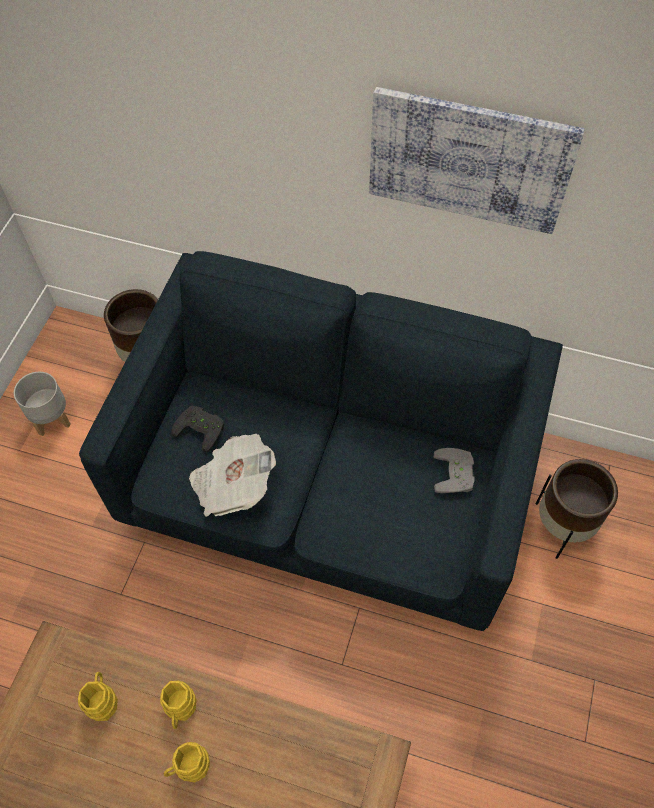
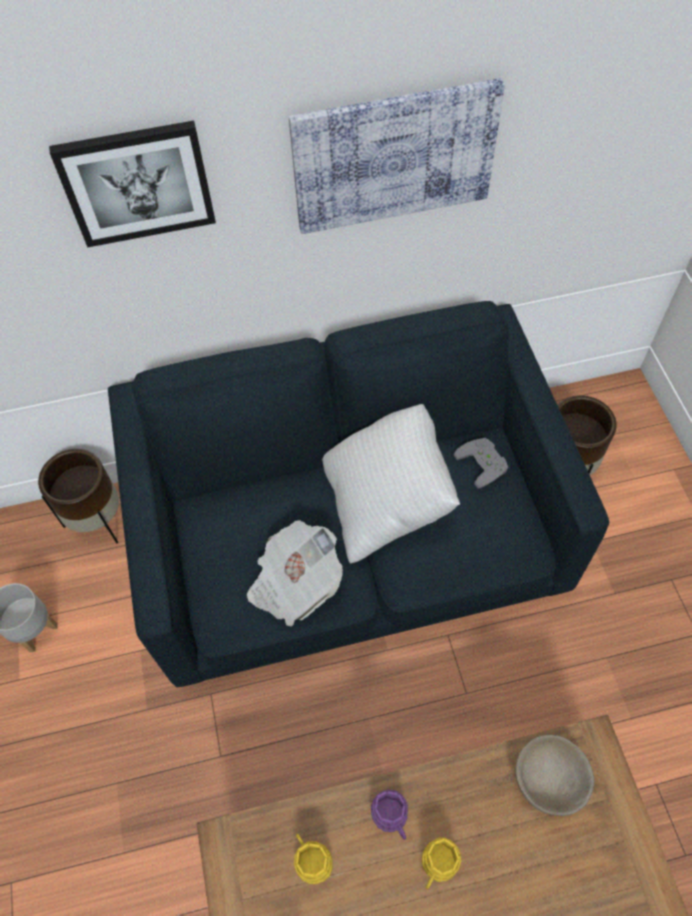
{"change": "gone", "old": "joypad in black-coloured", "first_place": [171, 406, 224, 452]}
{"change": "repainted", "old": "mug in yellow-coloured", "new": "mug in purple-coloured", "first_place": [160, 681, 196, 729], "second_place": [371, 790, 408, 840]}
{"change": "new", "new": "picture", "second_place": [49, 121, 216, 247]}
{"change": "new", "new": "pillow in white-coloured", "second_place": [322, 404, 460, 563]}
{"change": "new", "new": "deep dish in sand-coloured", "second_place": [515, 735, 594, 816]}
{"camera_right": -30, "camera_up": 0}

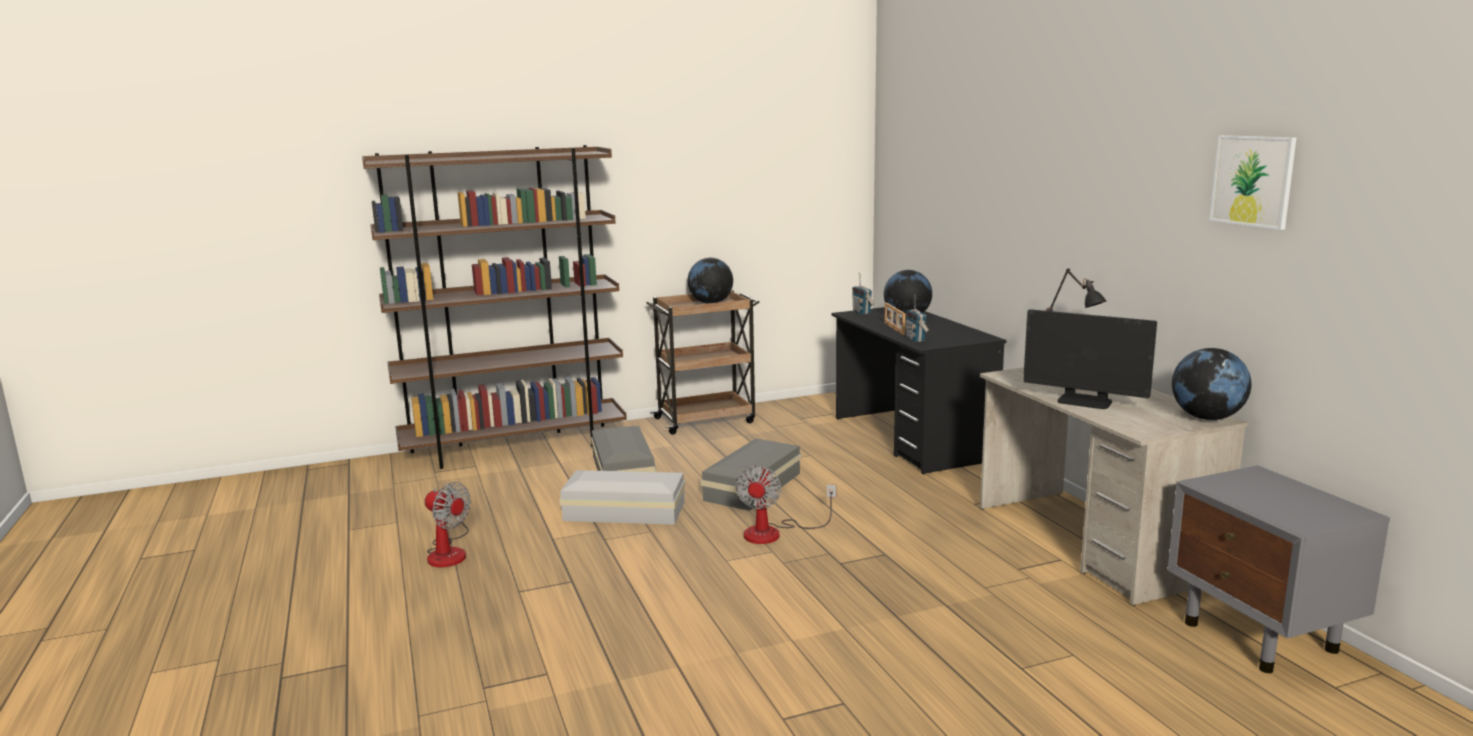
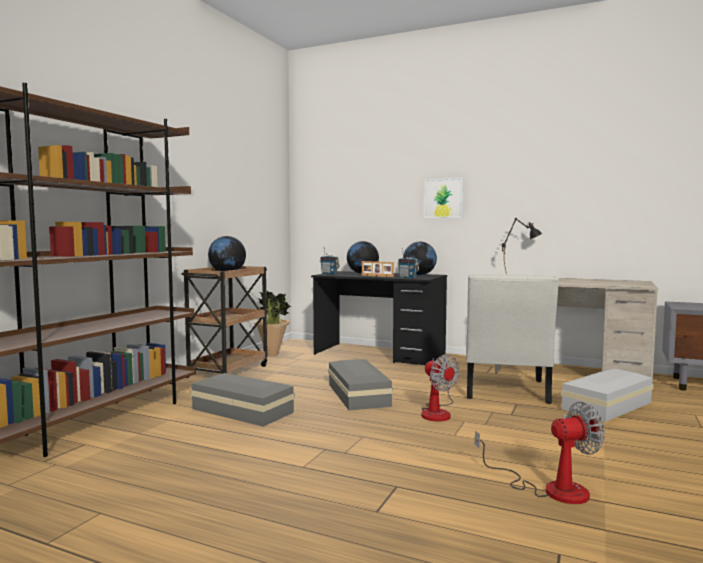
{"change": "shifted", "old": "picture", "first_place": [1209, 135, 1296, 230], "second_place": [424, 178, 463, 218]}
{"change": "gone", "old": "computer screen", "first_place": [1023, 309, 1157, 409]}
{"change": "shifted", "old": "globe", "first_place": [1172, 348, 1251, 420], "second_place": [403, 242, 437, 275]}
{"change": "shifted", "old": "storage container in white-coloured", "first_place": [559, 470, 685, 525], "second_place": [561, 369, 654, 422]}
{"change": "shifted", "old": "cooling fan", "first_place": [425, 482, 471, 567], "second_place": [475, 402, 605, 504]}
{"change": "new", "new": "upright chair in white-coloured", "second_place": [466, 274, 559, 404]}
{"change": "new", "new": "houseplant", "second_place": [254, 290, 291, 356]}
{"camera_right": -45, "camera_up": -10}

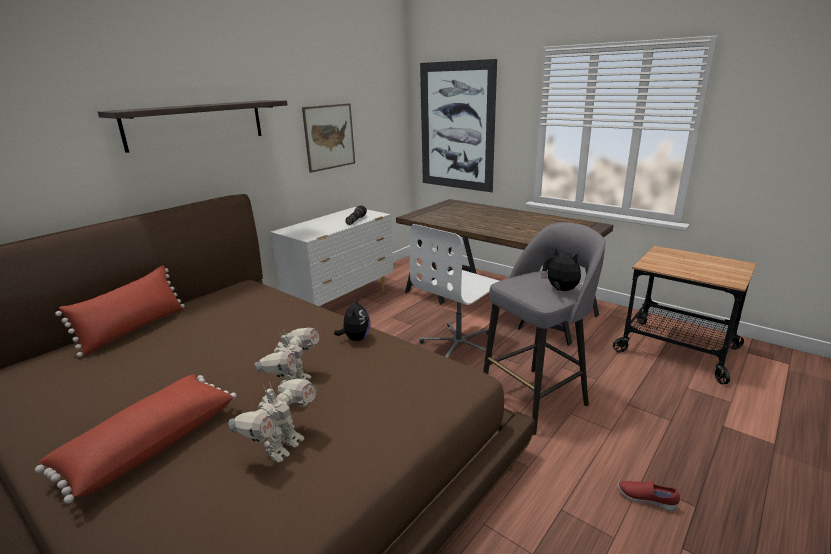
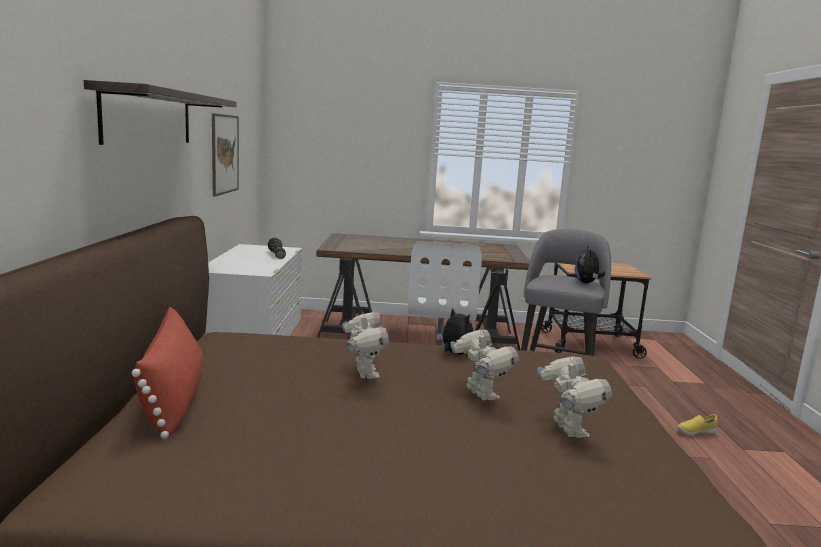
{"change": "gone", "old": "picture", "first_place": [420, 59, 497, 192]}
{"change": "rotated", "old": "soft toy", "first_place": [542, 248, 581, 291], "second_place": [574, 245, 605, 283], "degrees": -90}
{"change": "gone", "old": "pillow in reddish", "first_place": [35, 374, 236, 504]}
{"change": "repainted", "old": "low shoe in reddish", "new": "low shoe in yellow-coloured", "first_place": [618, 481, 680, 511], "second_place": [677, 414, 718, 436]}
{"change": "new", "new": "model robot", "second_place": [342, 311, 390, 379]}
{"camera_right": -40, "camera_up": -10}

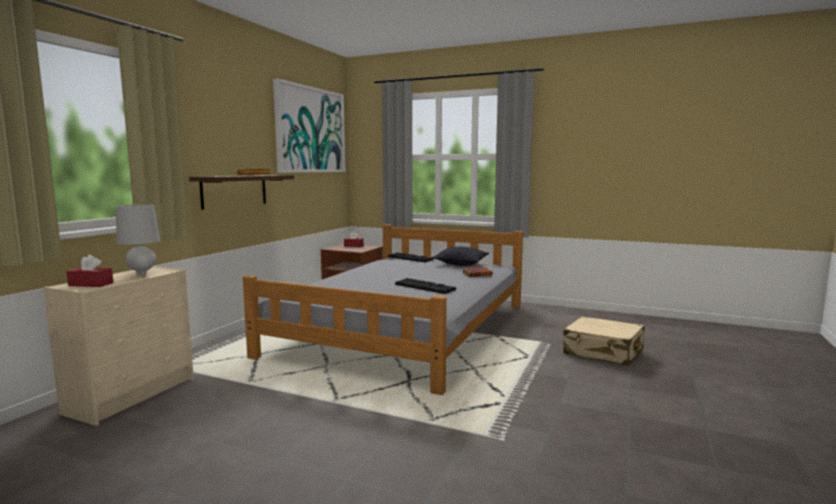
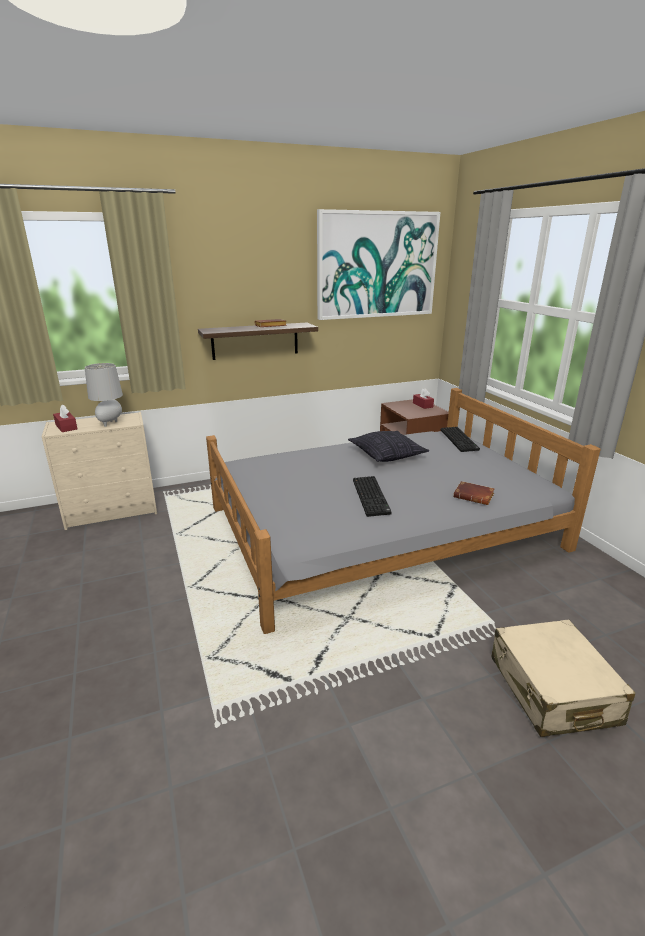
{"change": "shifted", "old": "pillow", "first_place": [432, 247, 489, 266], "second_place": [348, 431, 429, 462]}
{"camera_right": 45, "camera_up": 15}

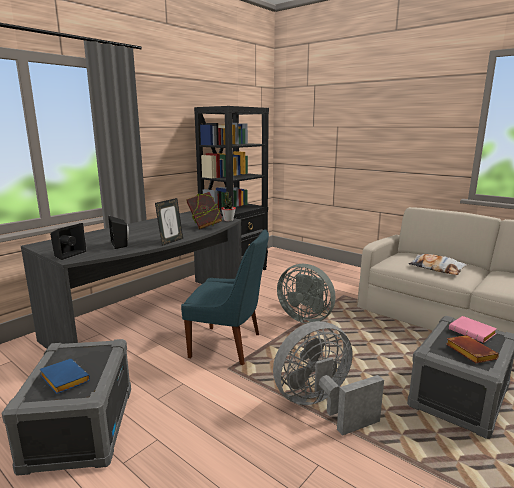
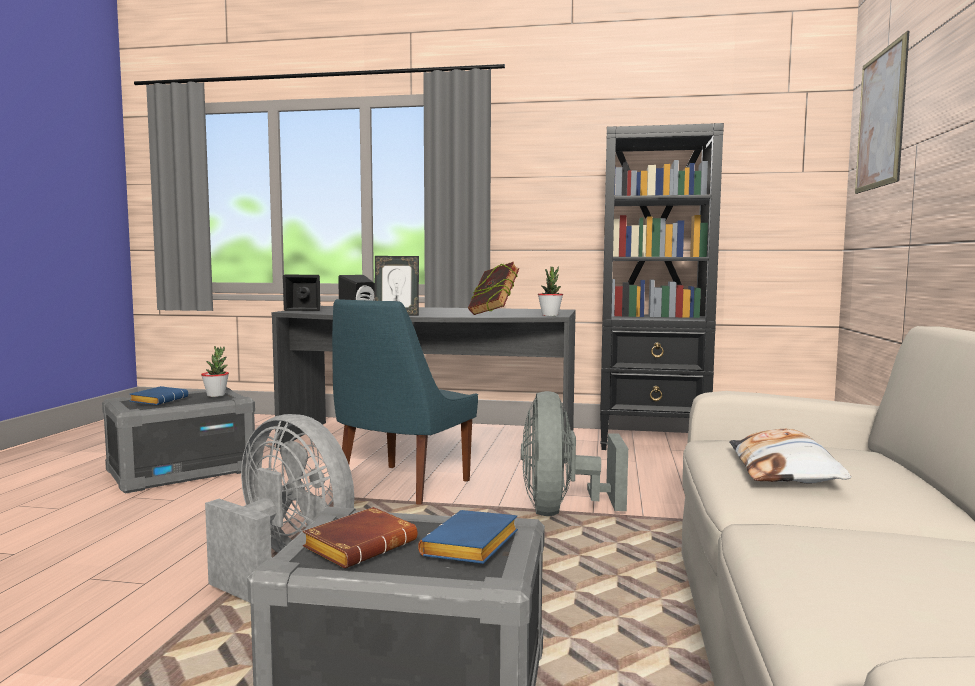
{"change": "rotated", "old": "upright chair in blue", "first_place": [181, 229, 269, 365], "second_place": [332, 299, 478, 505], "degrees": 45}
{"change": "repainted", "old": "volume in pink", "new": "volume in blue", "first_place": [449, 316, 497, 343], "second_place": [418, 510, 518, 564]}
{"change": "new", "new": "picture", "second_place": [855, 31, 909, 194]}
{"change": "new", "new": "houseplant", "second_place": [201, 346, 229, 397]}
{"camera_right": 60, "camera_up": -10}

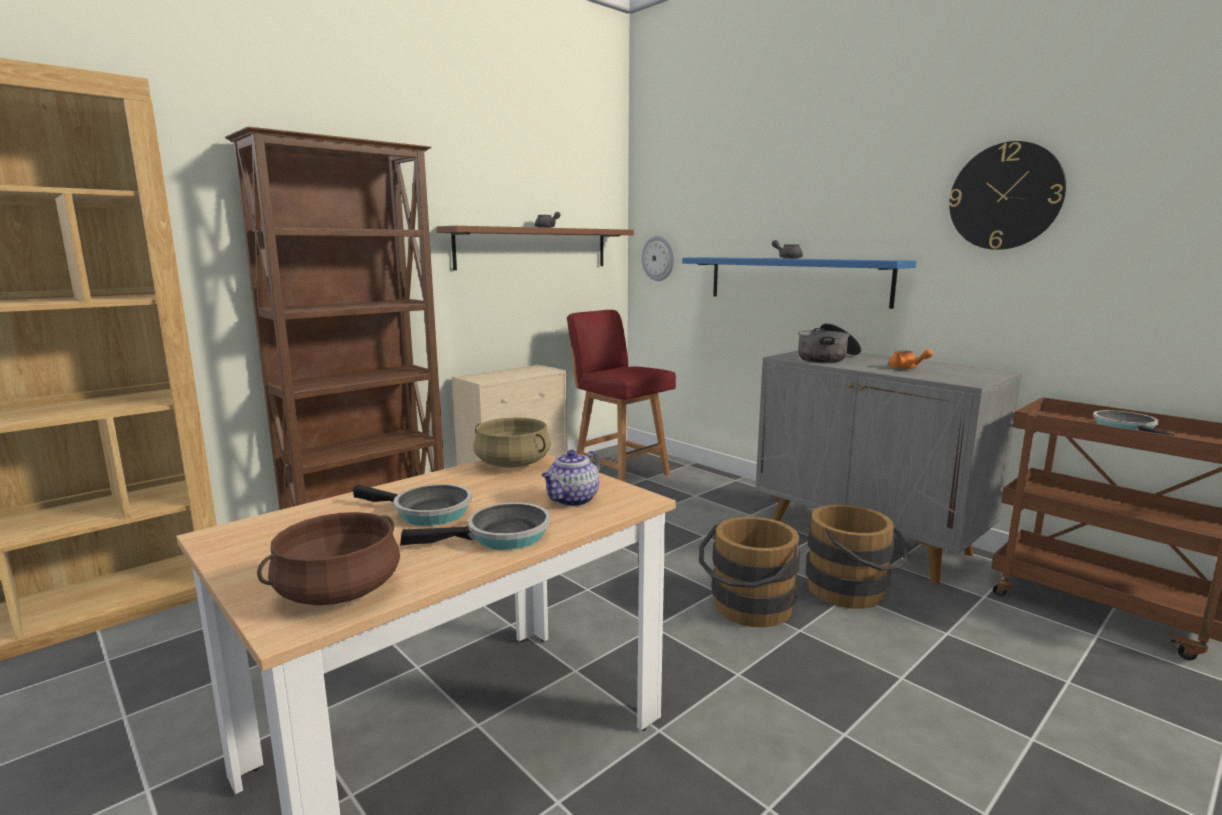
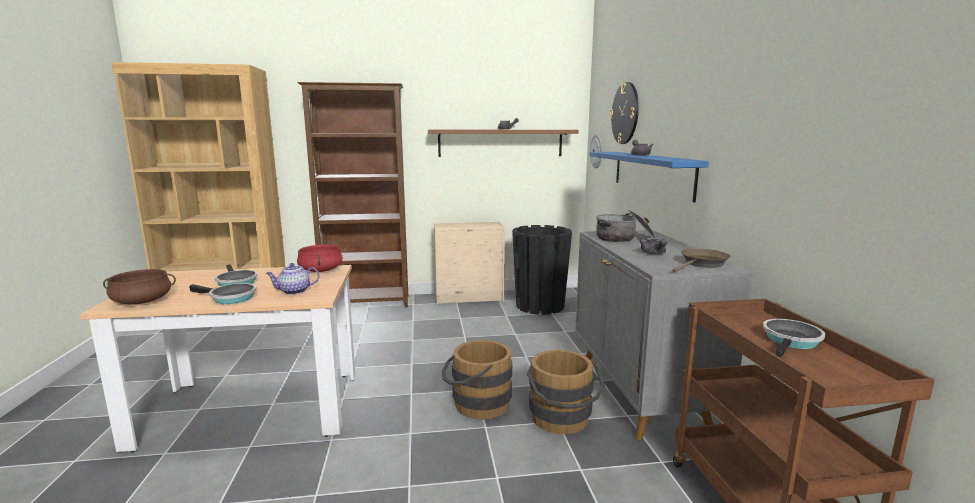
{"change": "shifted", "old": "wall clock", "first_place": [949, 141, 1066, 250], "second_place": [610, 82, 639, 144]}
{"change": "swapped", "old": "upright chair in reddish", "new": "plant pot in black-coloured", "first_place": [567, 310, 676, 482], "second_place": [512, 225, 572, 315]}
{"change": "repainted", "old": "pot for tea in orange", "new": "pot for tea in grey", "first_place": [888, 349, 933, 369], "second_place": [639, 238, 667, 255]}
{"change": "repainted", "old": "stockpot in sand-coloured", "new": "stockpot in reddish", "first_place": [473, 417, 551, 468], "second_place": [297, 245, 343, 272]}
{"change": "new", "new": "frying pan in brown-coloured", "second_place": [672, 248, 731, 272]}
{"camera_right": 35, "camera_up": 0}

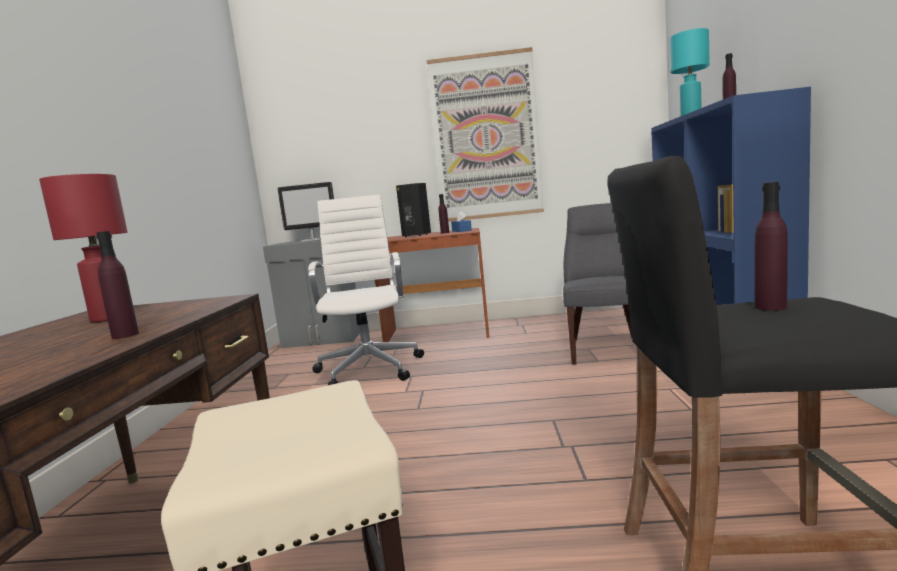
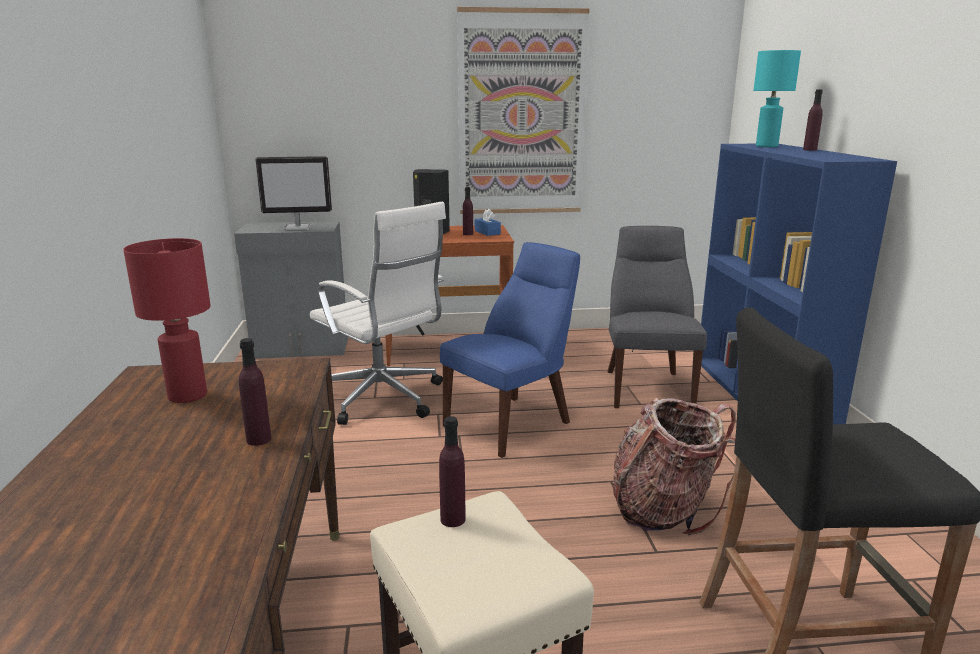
{"change": "shifted", "old": "beverage bottle in purple-coloured", "first_place": [754, 182, 788, 311], "second_place": [439, 416, 466, 527]}
{"change": "rotated", "old": "computer chair in white-coloured", "first_place": [308, 195, 424, 385], "second_place": [310, 202, 446, 425], "degrees": 150}
{"change": "new", "new": "upright chair in blue", "second_place": [440, 242, 580, 458]}
{"change": "new", "new": "knapsack", "second_place": [612, 398, 736, 536]}
{"camera_right": -10, "camera_up": 10}

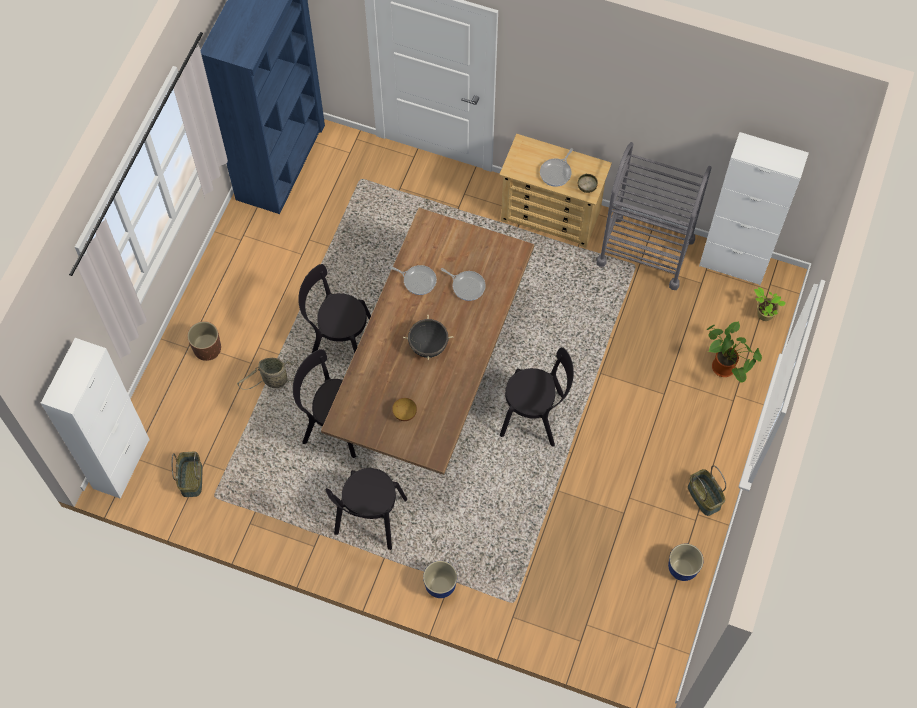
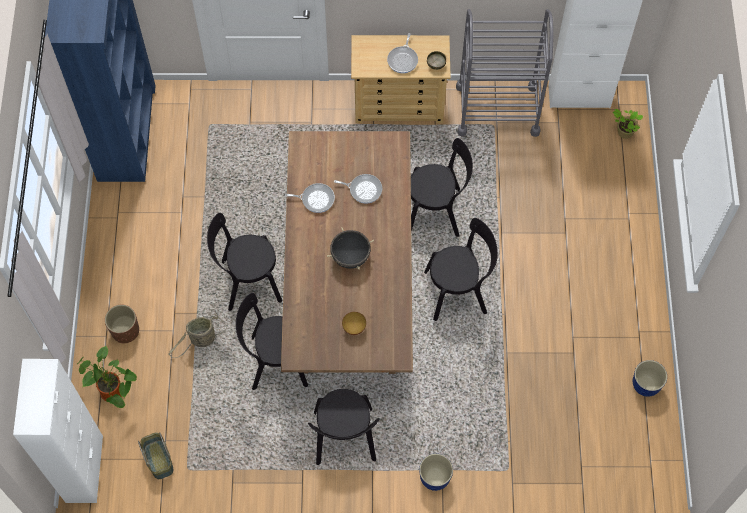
{"change": "shifted", "old": "houseplant", "first_place": [706, 321, 762, 383], "second_place": [77, 345, 137, 408]}
{"change": "gone", "old": "basket", "first_place": [688, 465, 726, 516]}
{"change": "new", "new": "upright chair in black-coloured", "second_place": [411, 138, 473, 237]}
{"camera_right": -20, "camera_up": 0}

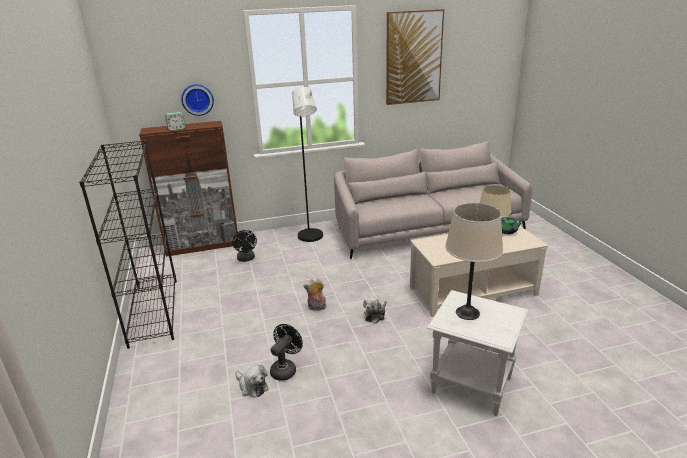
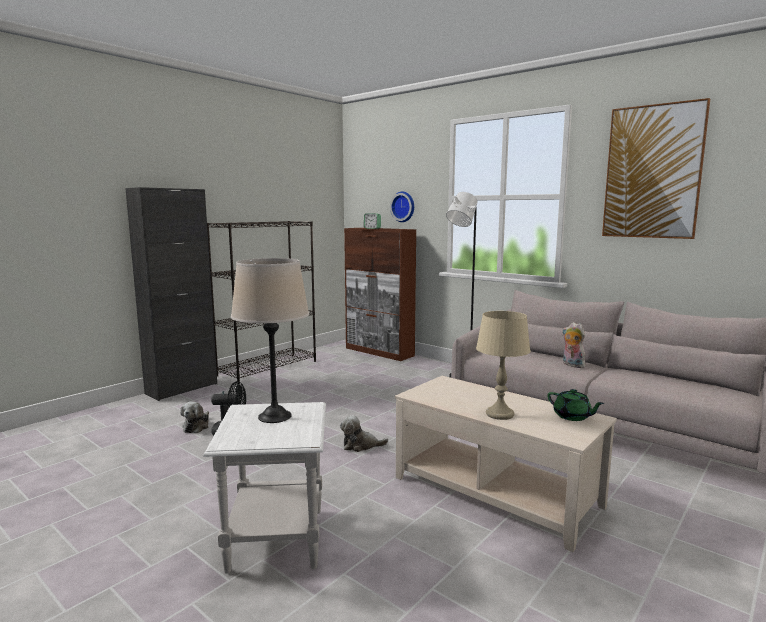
{"change": "gone", "old": "cooling fan in black-coloured", "first_place": [232, 230, 257, 262]}
{"change": "shifted", "old": "soft toy", "first_place": [303, 277, 327, 311], "second_place": [562, 322, 585, 368]}
{"change": "new", "new": "storage cabinet in black-coloured", "second_place": [125, 187, 217, 401]}
{"camera_right": 55, "camera_up": -15}

